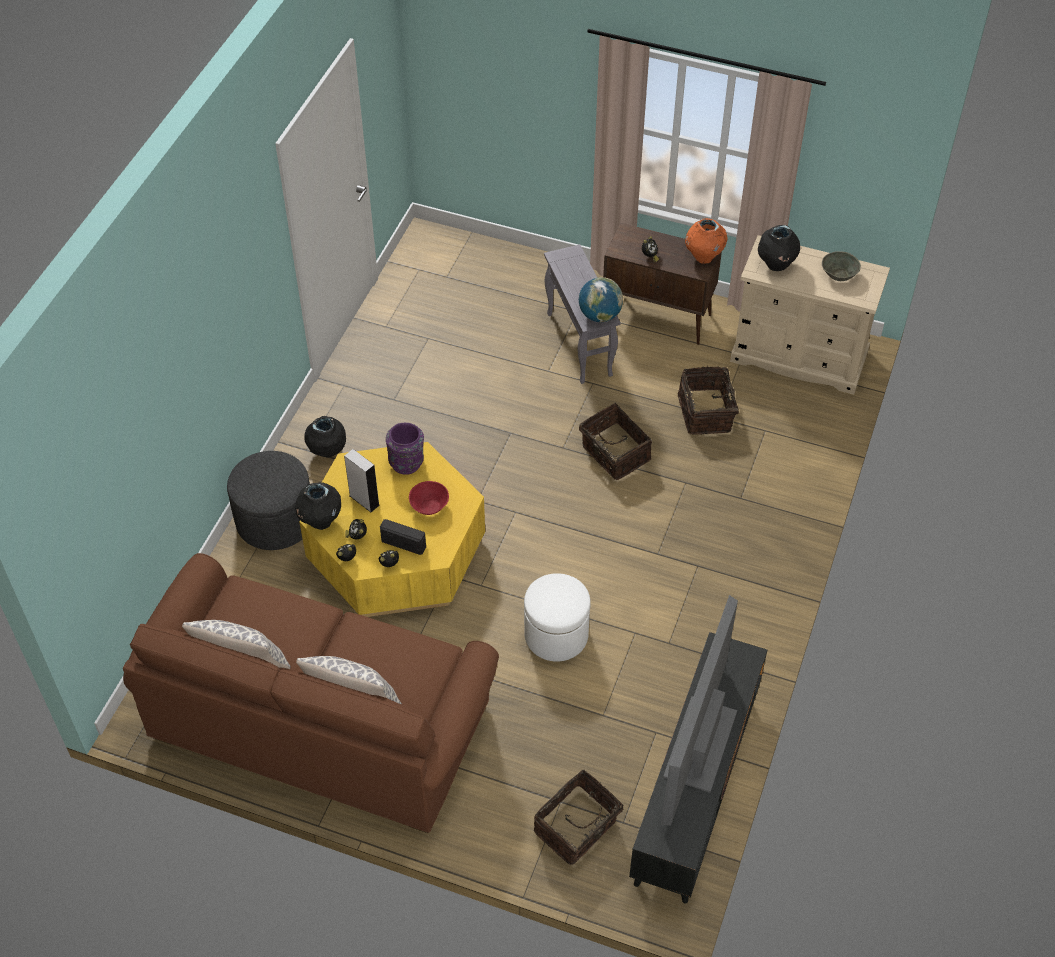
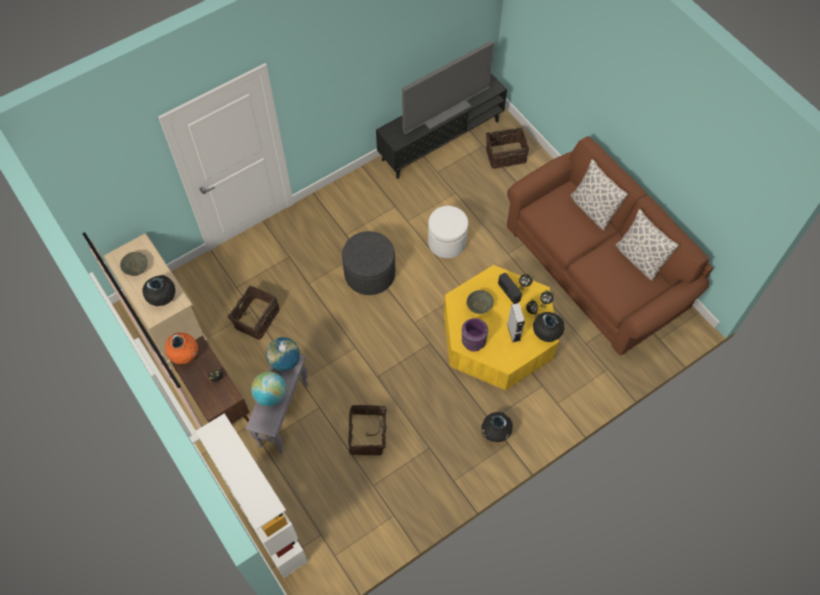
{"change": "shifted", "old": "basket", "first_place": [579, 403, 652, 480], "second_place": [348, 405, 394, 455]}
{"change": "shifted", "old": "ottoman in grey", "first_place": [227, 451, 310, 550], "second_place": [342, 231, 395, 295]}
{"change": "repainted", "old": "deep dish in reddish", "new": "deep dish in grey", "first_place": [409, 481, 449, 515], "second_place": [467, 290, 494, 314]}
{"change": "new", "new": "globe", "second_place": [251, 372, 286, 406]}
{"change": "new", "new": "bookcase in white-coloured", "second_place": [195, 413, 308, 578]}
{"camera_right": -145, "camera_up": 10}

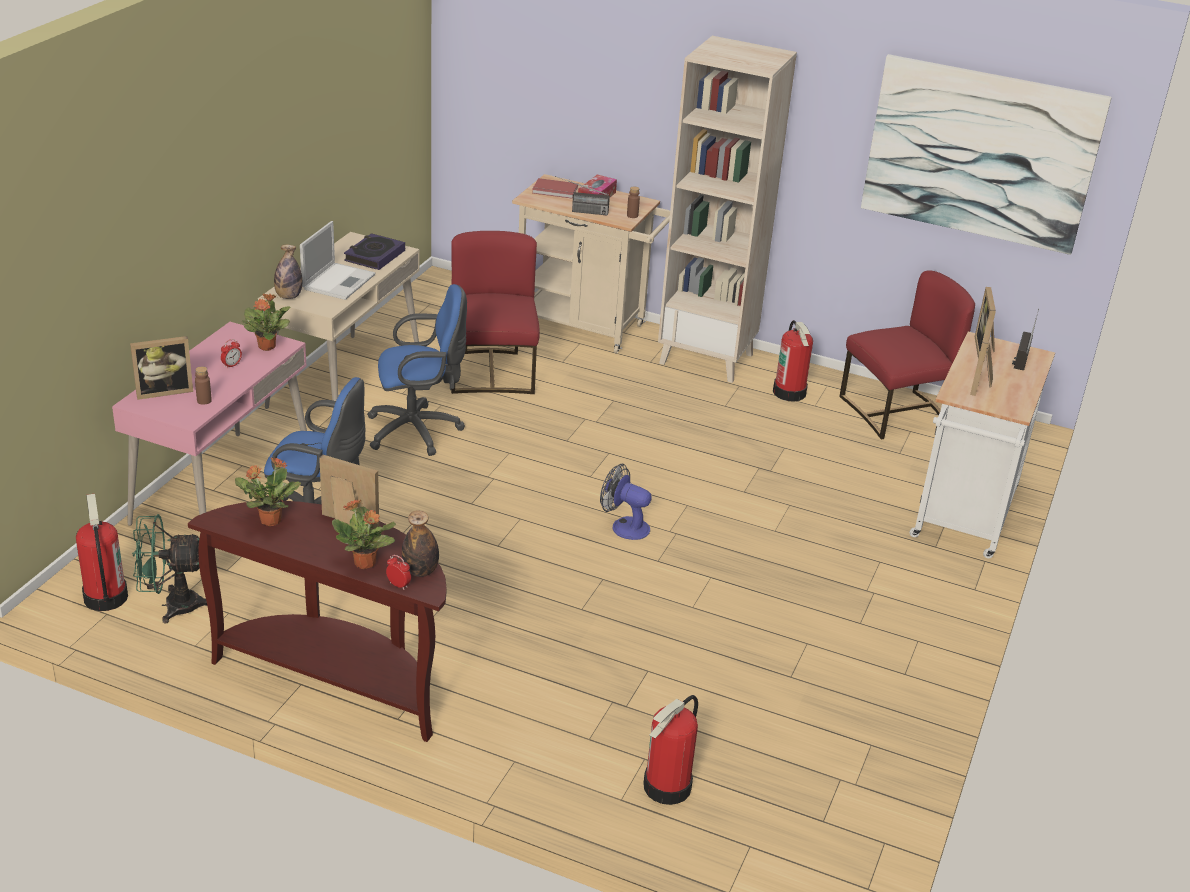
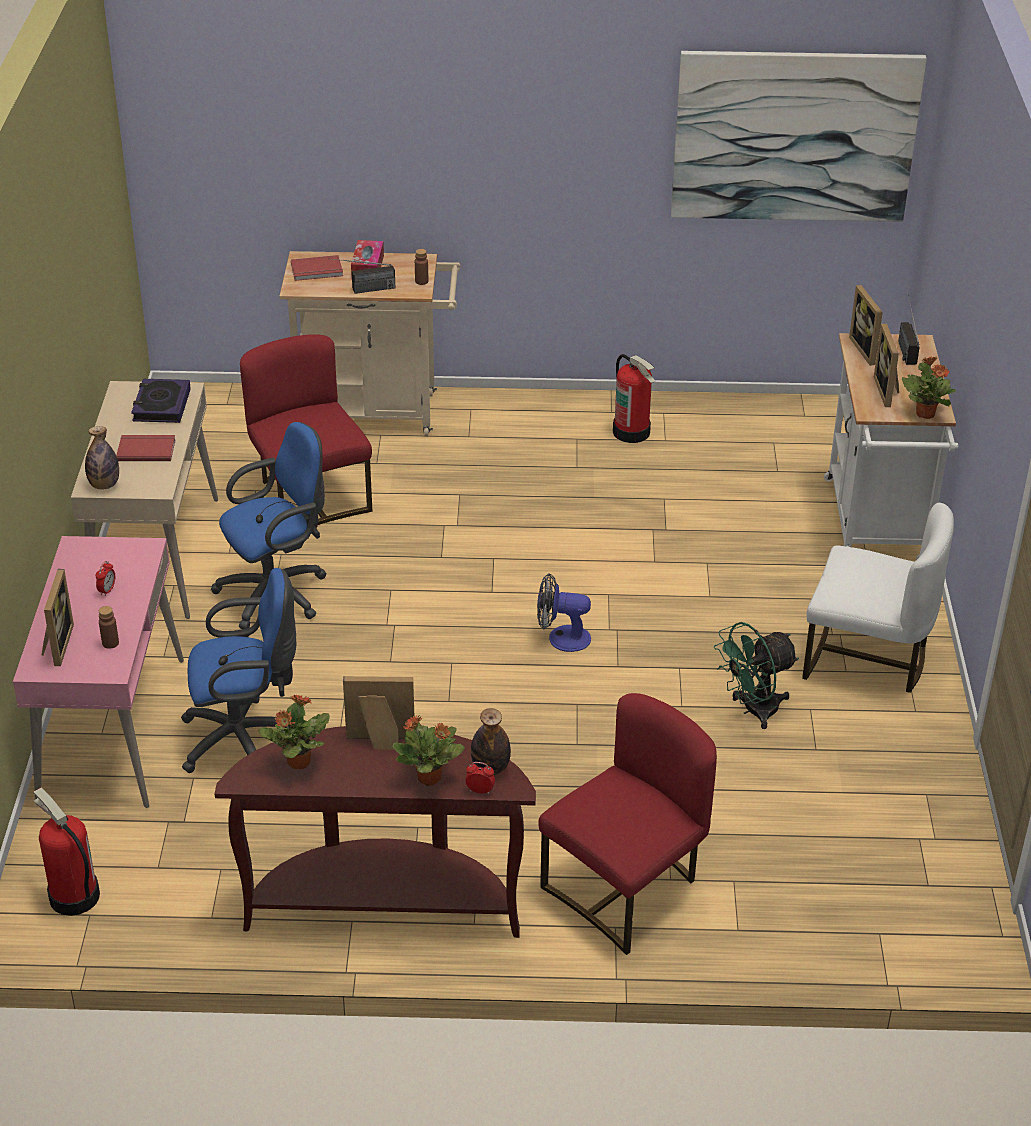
{"change": "gone", "old": "bookcase in sand-coloured", "first_place": [658, 36, 797, 383]}
{"change": "swapped", "old": "portable computer", "new": "volume in reddish", "first_place": [300, 221, 375, 300], "second_place": [116, 435, 176, 461]}
{"change": "shifted", "old": "upright chair in reddish", "first_place": [840, 270, 975, 439], "second_place": [538, 693, 717, 955]}
{"change": "shifted", "old": "houseplant", "first_place": [242, 294, 291, 351], "second_place": [902, 357, 956, 419]}
{"change": "rotated", "old": "photo frame", "first_place": [130, 336, 193, 400], "second_place": [42, 569, 74, 666], "degrees": -45}
{"change": "shifted", "old": "cooling fan in green-coloured", "first_place": [132, 514, 207, 623], "second_place": [714, 622, 799, 729]}
{"change": "gone", "old": "extinguisher", "first_place": [643, 695, 698, 805]}
{"change": "new", "new": "upright chair in white-coloured", "second_place": [802, 503, 954, 693]}
{"camera_right": -20, "camera_up": 5}

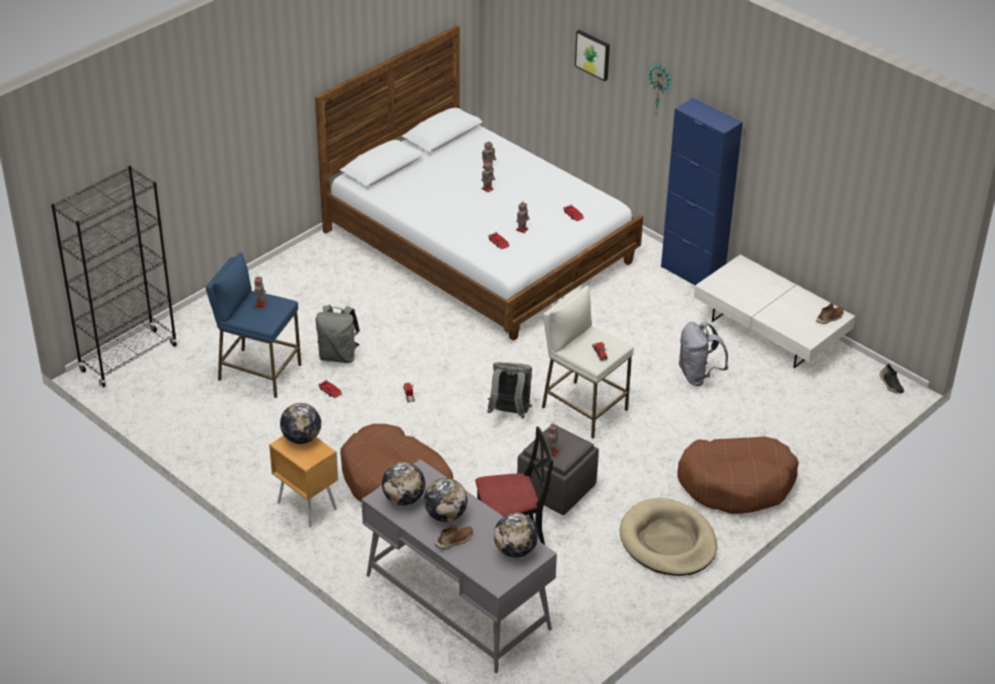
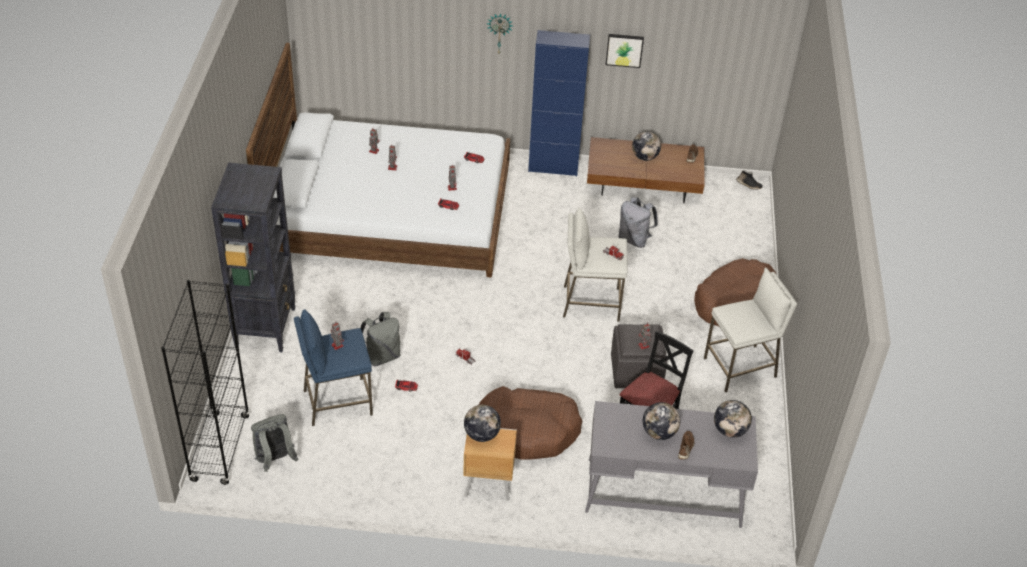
{"change": "shifted", "old": "picture", "first_place": [575, 30, 610, 81], "second_place": [605, 34, 644, 68]}
{"change": "repainted", "old": "low table in white-coloured", "new": "low table in brown-coloured", "first_place": [694, 254, 855, 368], "second_place": [587, 137, 705, 203]}
{"change": "shifted", "old": "knapsack in grey", "first_place": [487, 362, 532, 419], "second_place": [251, 414, 298, 472]}
{"change": "shifted", "old": "globe", "first_place": [382, 462, 425, 506], "second_place": [632, 132, 661, 161]}
{"change": "swapped", "old": "pet bed in sand-coloured", "new": "stool seat in white-coloured", "first_place": [620, 498, 717, 576], "second_place": [704, 267, 797, 392]}
{"change": "new", "new": "bookcase in black-coloured", "second_place": [211, 163, 296, 352]}
{"camera_right": -40, "camera_up": 5}

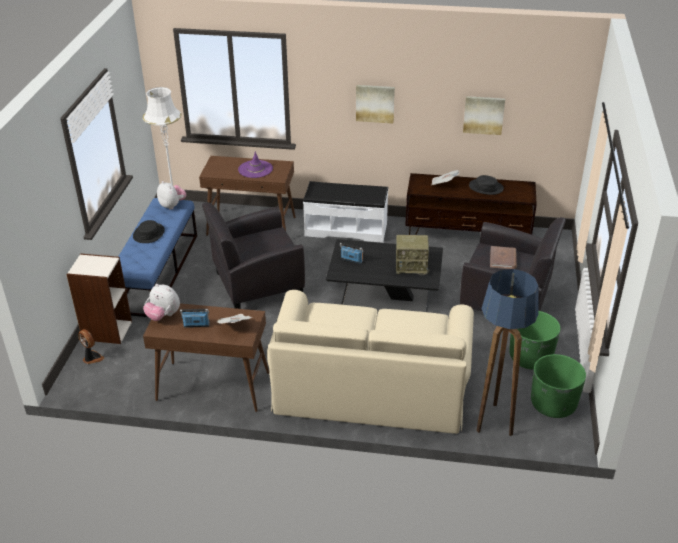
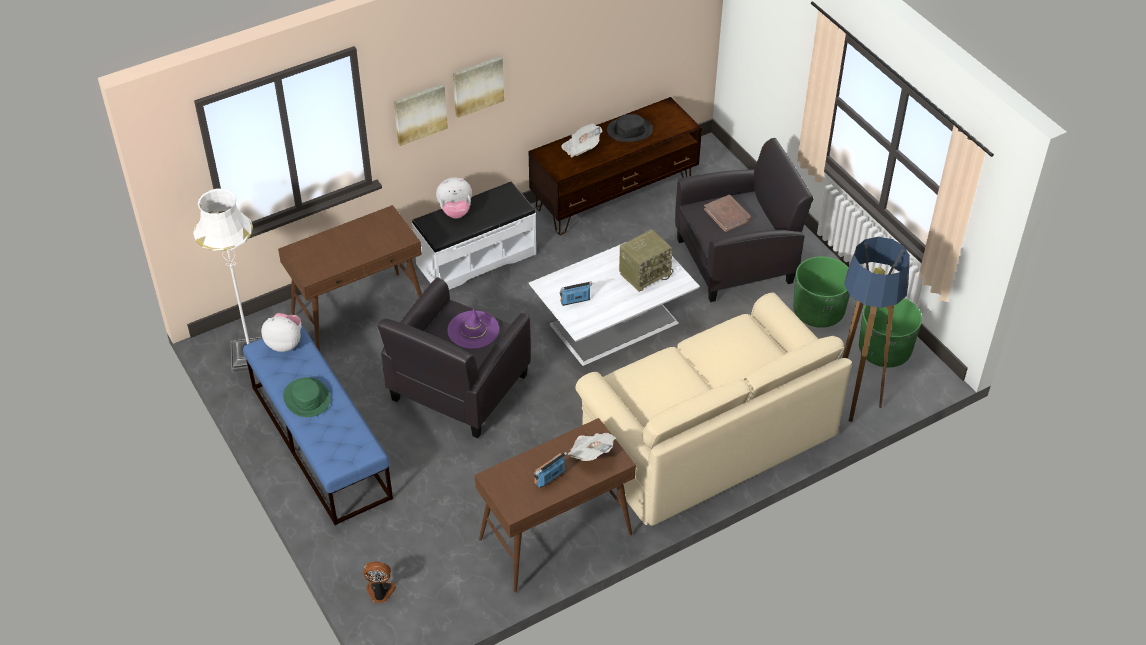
{"change": "shifted", "old": "picture", "first_place": [463, 96, 505, 135], "second_place": [394, 84, 448, 146]}
{"change": "shifted", "old": "hat in purple-coloured", "first_place": [238, 151, 273, 178], "second_place": [447, 308, 499, 349]}
{"change": "repainted", "old": "hat in black-coloured", "new": "hat in green-coloured", "first_place": [133, 220, 165, 243], "second_place": [283, 377, 331, 417]}
{"change": "repainted", "old": "low table in black-coloured", "new": "low table in white-coloured", "first_place": [326, 239, 443, 313], "second_place": [528, 242, 700, 366]}
{"change": "gone", "old": "bookcase", "first_place": [66, 253, 132, 344]}
{"change": "shifted", "old": "soft toy", "first_place": [143, 284, 180, 321], "second_place": [436, 177, 472, 219]}
{"camera_right": -40, "camera_up": 10}

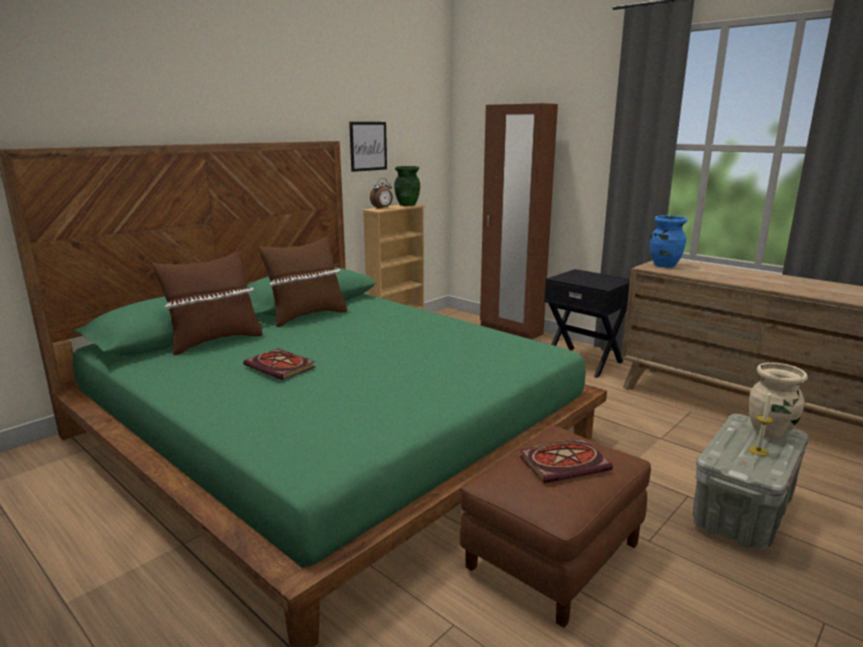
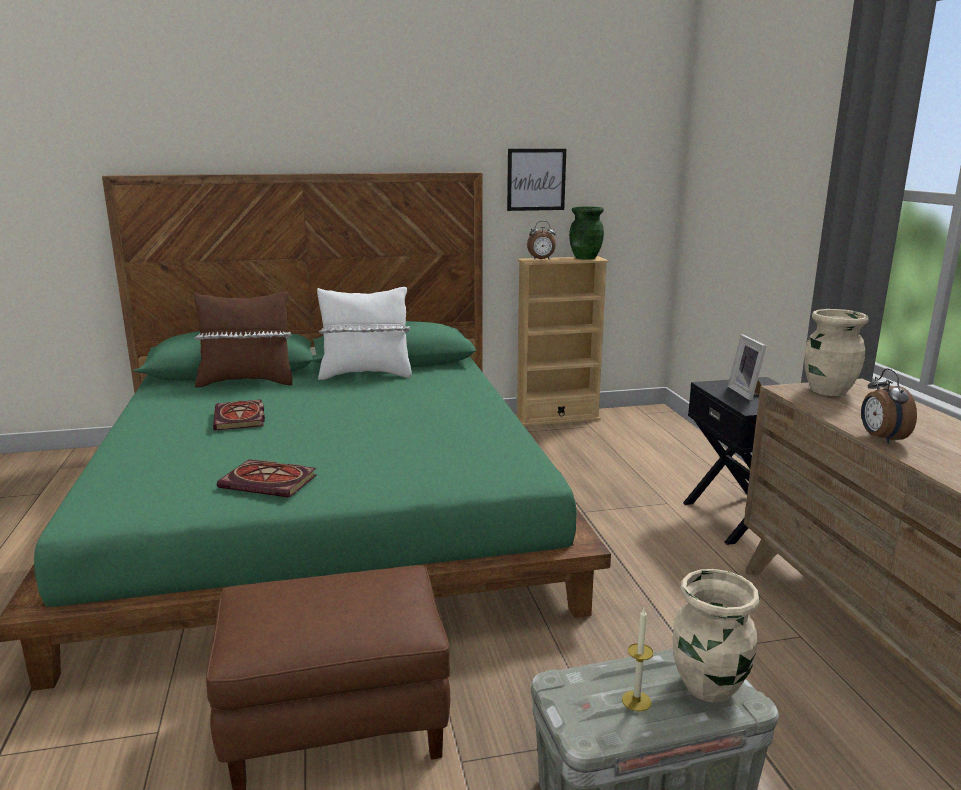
{"change": "gone", "old": "wardrobe in brown-coloured", "first_place": [480, 103, 558, 340]}
{"change": "repainted", "old": "vase in blue", "new": "vase in sand-coloured", "first_place": [650, 215, 687, 267], "second_place": [804, 309, 869, 396]}
{"change": "repainted", "old": "pillow in brown-coloured", "new": "pillow in white-coloured", "first_place": [259, 237, 347, 327], "second_place": [317, 287, 412, 380]}
{"change": "shifted", "old": "volume", "first_place": [520, 438, 613, 483], "second_place": [217, 459, 317, 498]}
{"change": "new", "new": "photo frame", "second_place": [728, 334, 767, 401]}
{"change": "new", "new": "alarm clock", "second_place": [861, 368, 917, 444]}
{"camera_right": 35, "camera_up": 0}

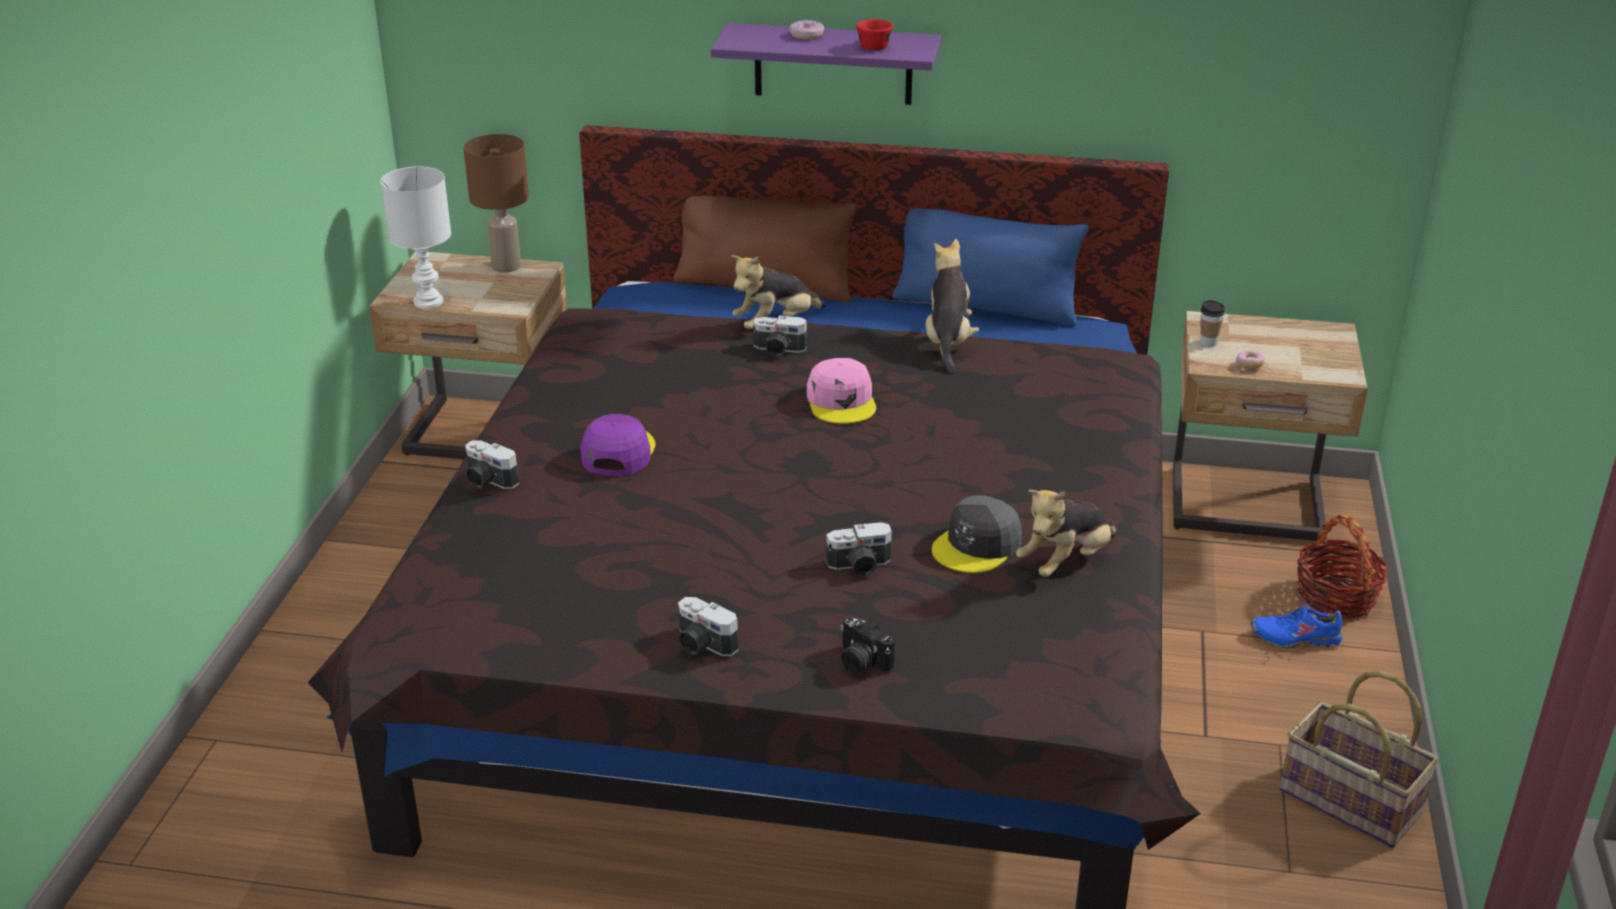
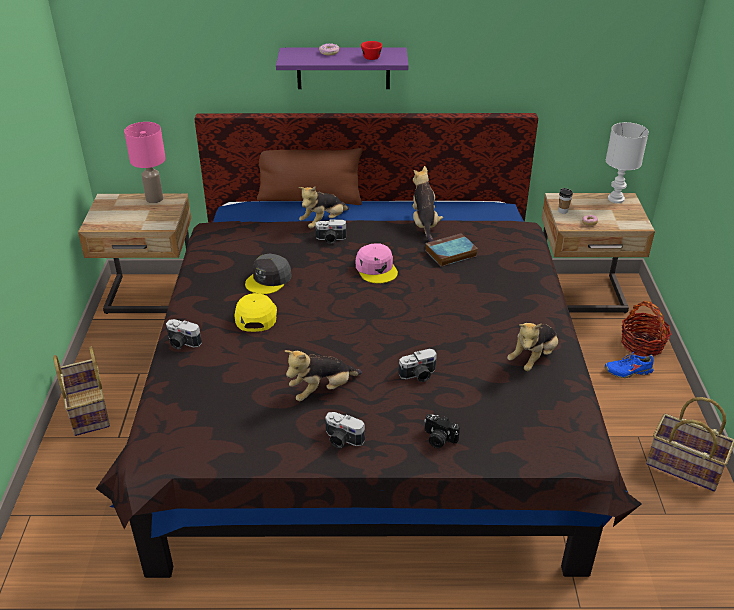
{"change": "repainted", "old": "table lamp in brown-coloured", "new": "table lamp in pink", "first_place": [464, 134, 529, 273], "second_place": [124, 122, 166, 203]}
{"change": "shifted", "old": "table lamp in white-coloured", "first_place": [380, 166, 451, 309], "second_place": [606, 122, 649, 203]}
{"change": "gone", "old": "pillow in blue", "first_place": [893, 208, 1089, 326]}
{"change": "repainted", "old": "peaked cap in purple-coloured", "new": "peaked cap in yellow-coloured", "first_place": [580, 414, 655, 476], "second_place": [234, 293, 277, 332]}
{"change": "shifted", "old": "peaked cap in grey", "first_place": [932, 495, 1022, 573], "second_place": [245, 253, 292, 294]}
{"change": "new", "new": "volume", "second_place": [425, 233, 478, 266]}
{"change": "new", "new": "basket", "second_place": [53, 346, 110, 436]}
{"change": "new", "new": "soft toy", "second_place": [285, 350, 362, 401]}
{"camera_right": -10, "camera_up": 5}

